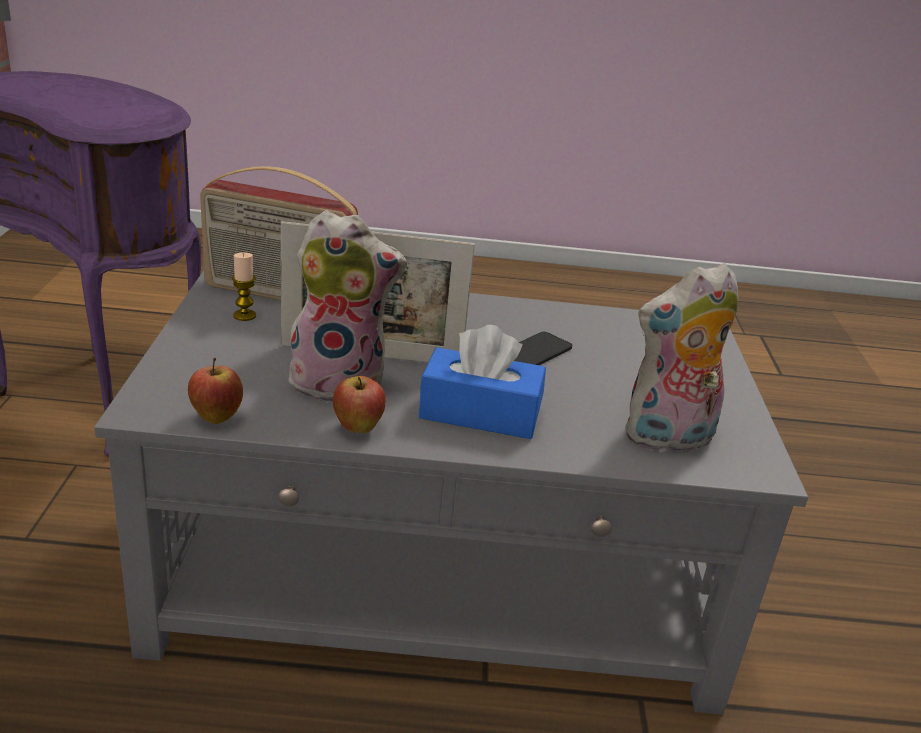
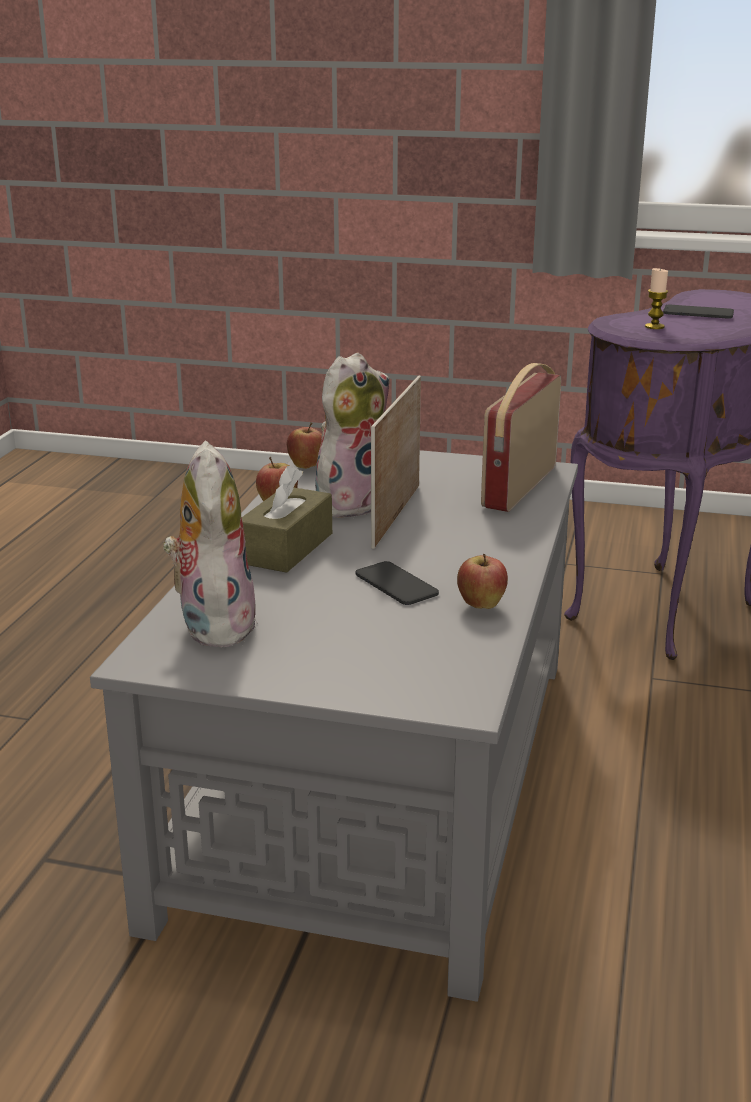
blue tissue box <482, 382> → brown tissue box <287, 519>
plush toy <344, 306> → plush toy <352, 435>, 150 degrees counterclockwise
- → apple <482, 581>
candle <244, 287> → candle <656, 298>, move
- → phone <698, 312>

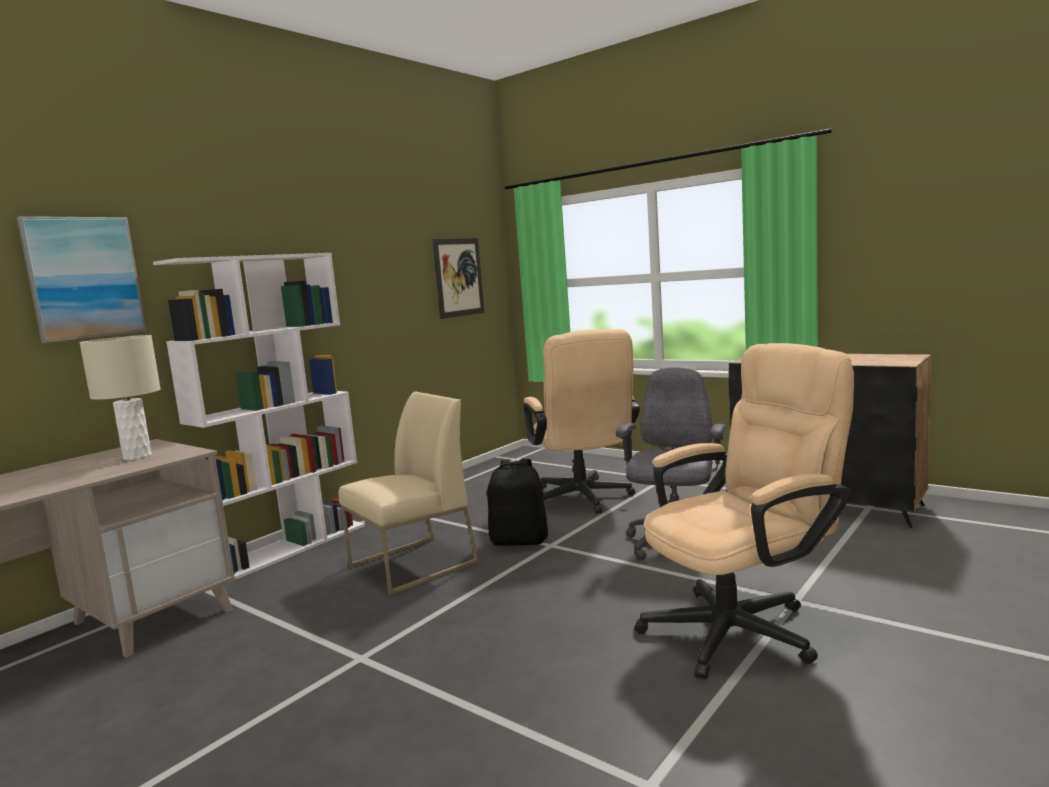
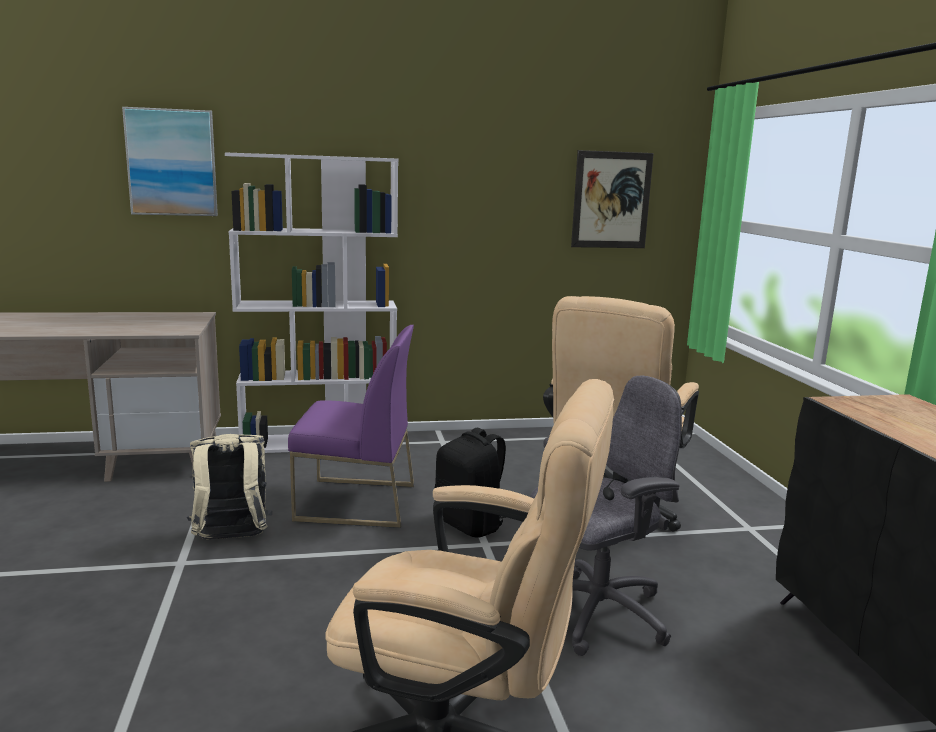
- → beige backpack <229, 487>
beige chair <408, 493> → purple chair <351, 426>
beige table lamp <120, 397> → -

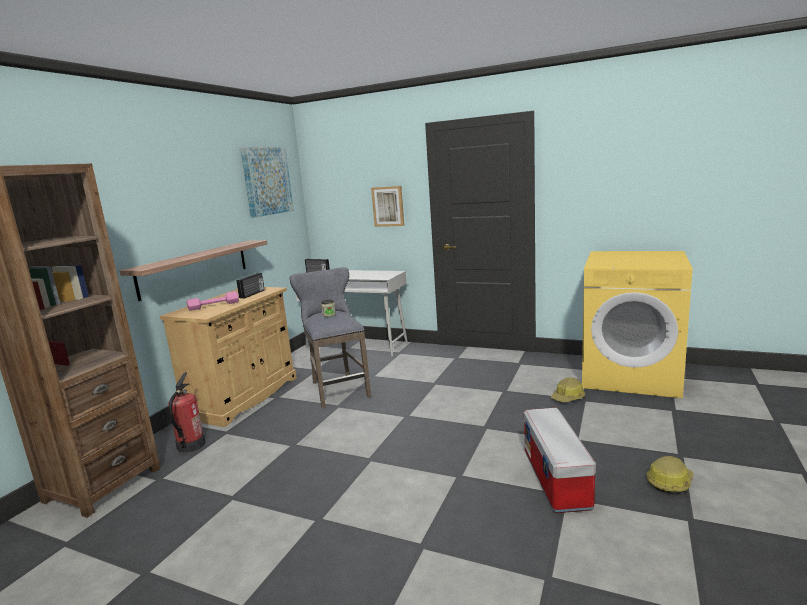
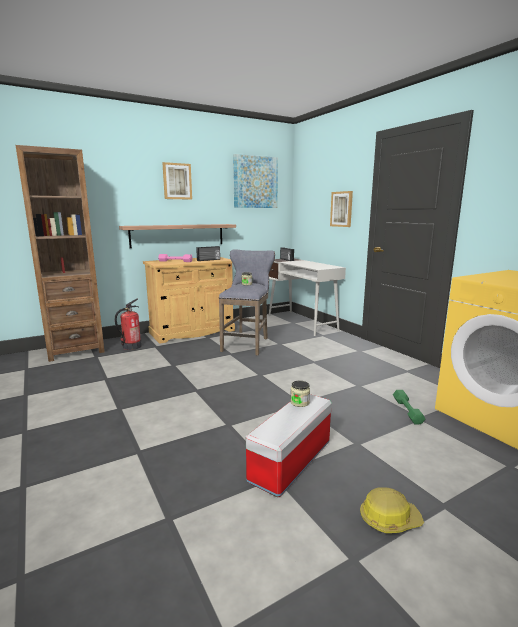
- → picture <177, 181>
- → jar <300, 394>
hard hat <568, 389> → green dumbbell <409, 407>

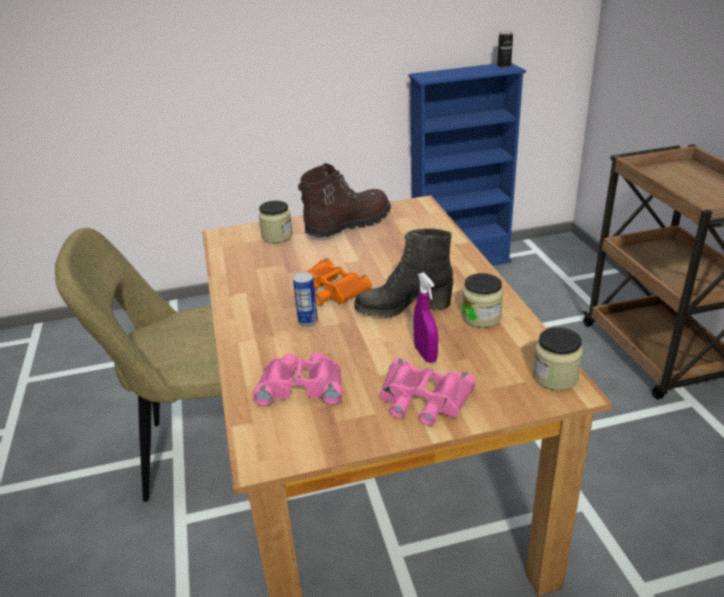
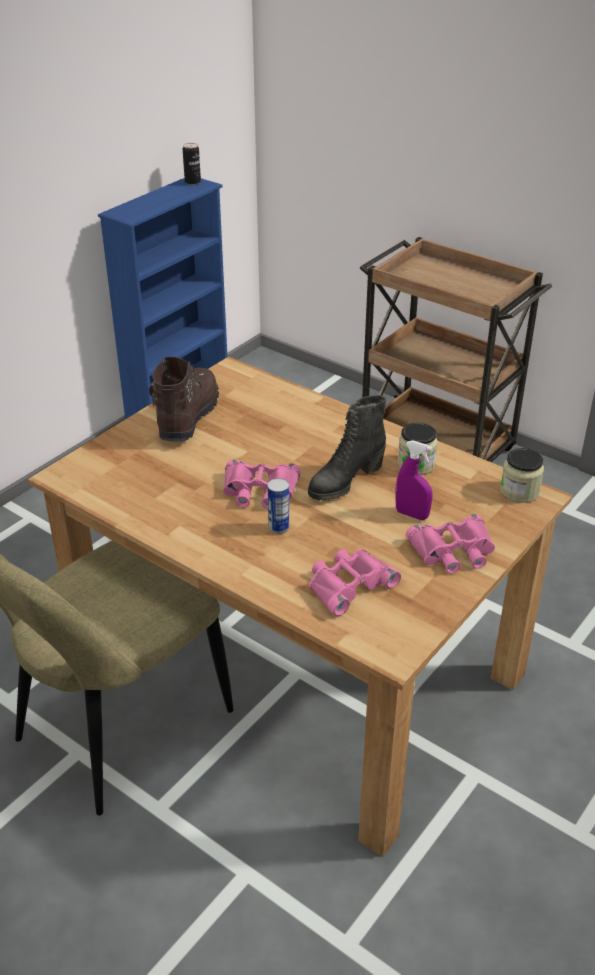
orange binoculars <338, 281> → pink binoculars <262, 484>
jar <276, 222> → -

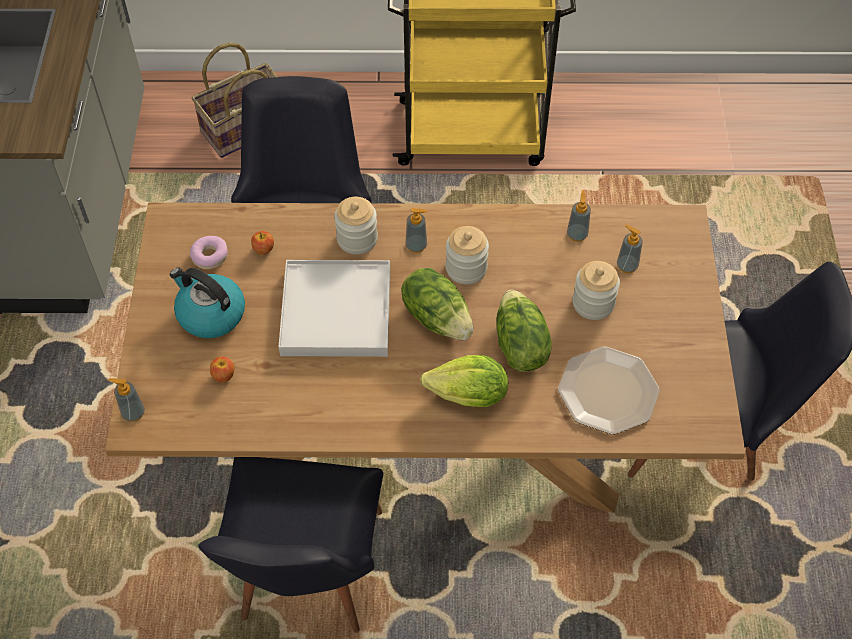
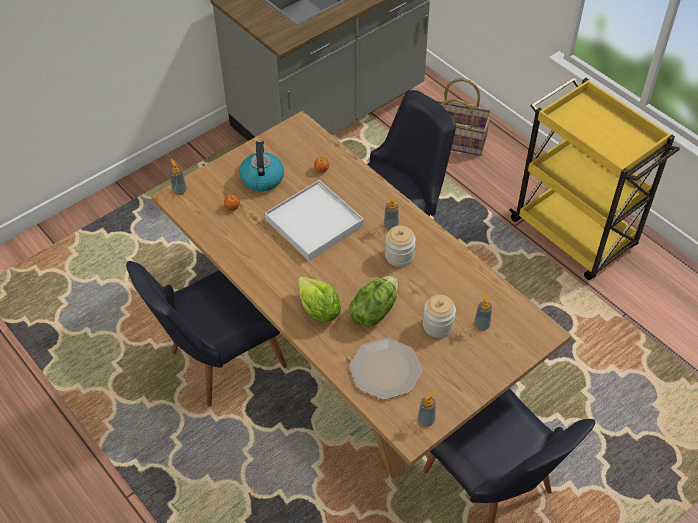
soap dispenser <579, 216> → soap dispenser <427, 409>, move
donut <209, 252> → -
jar <356, 226> → -
lettuce <437, 304> → -

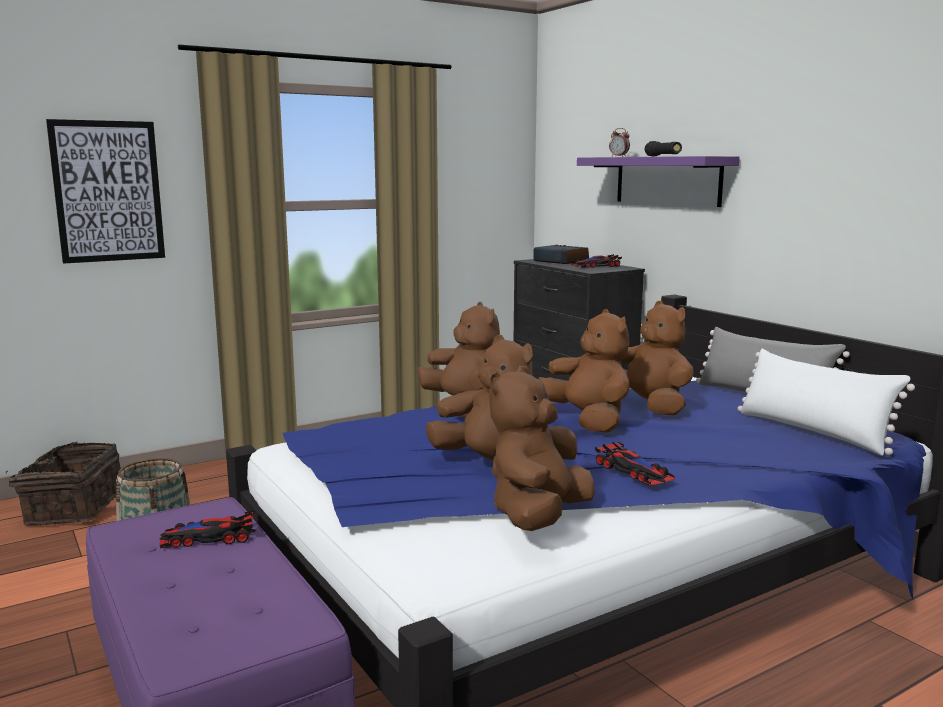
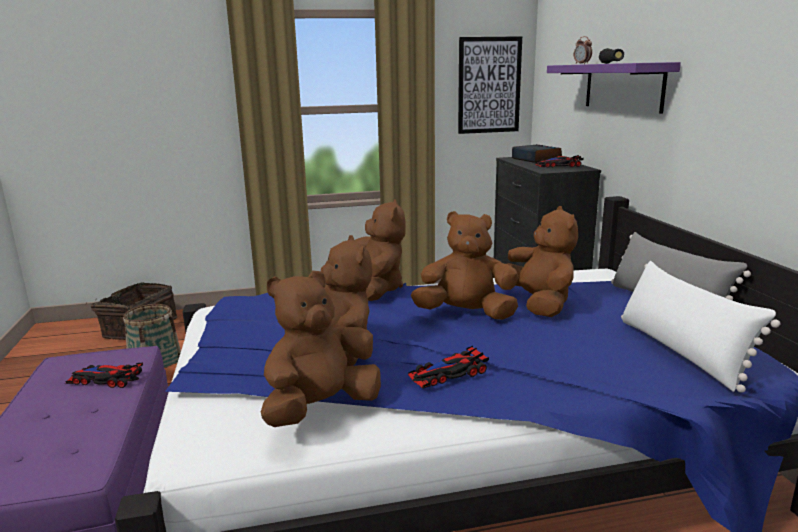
toy car <635, 464> → toy car <448, 367>, 75 degrees clockwise
brown plush toy <583, 371> → brown plush toy <464, 265>, 75 degrees counterclockwise
picture <105, 191> → picture <490, 85>, move

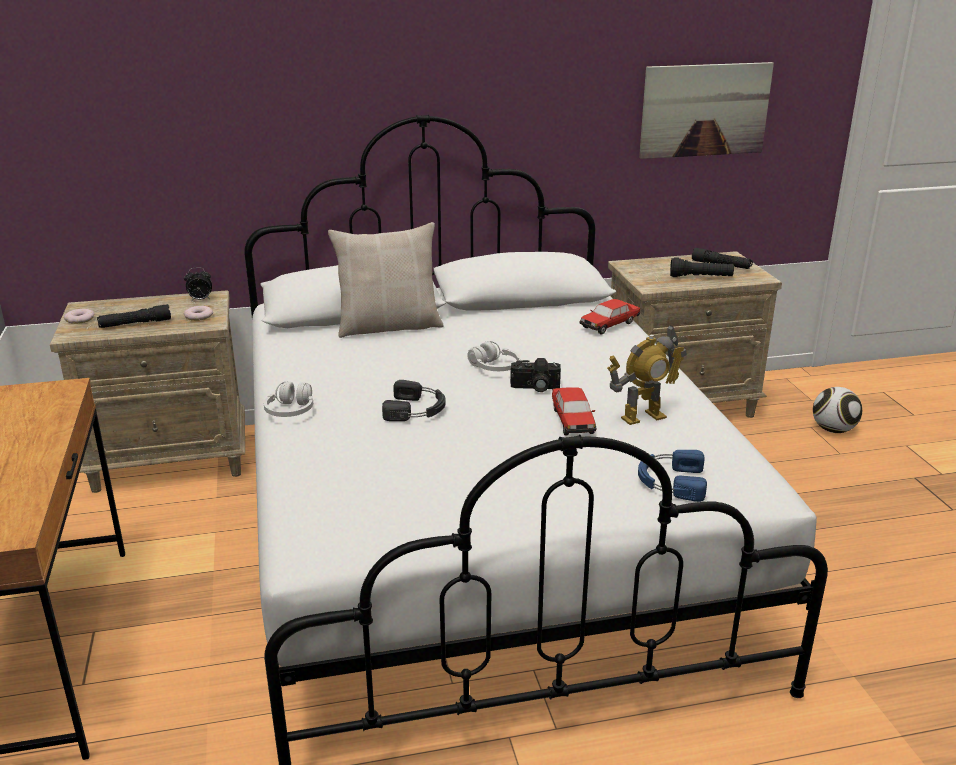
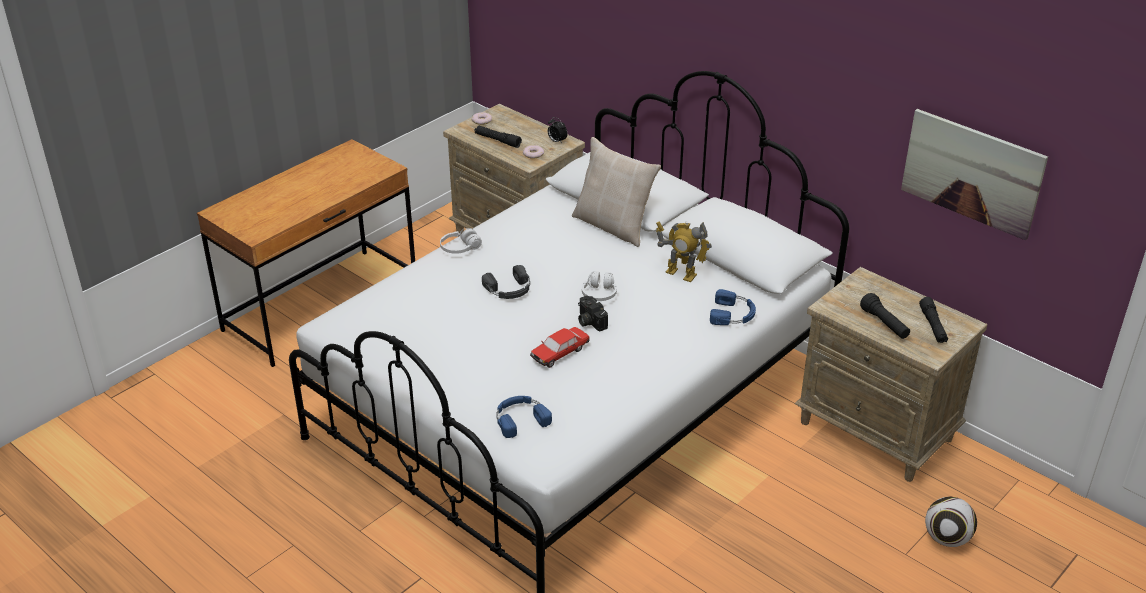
toy robot <647, 375> → toy robot <684, 251>, move
toy car <610, 317> → blue headphones <733, 307>

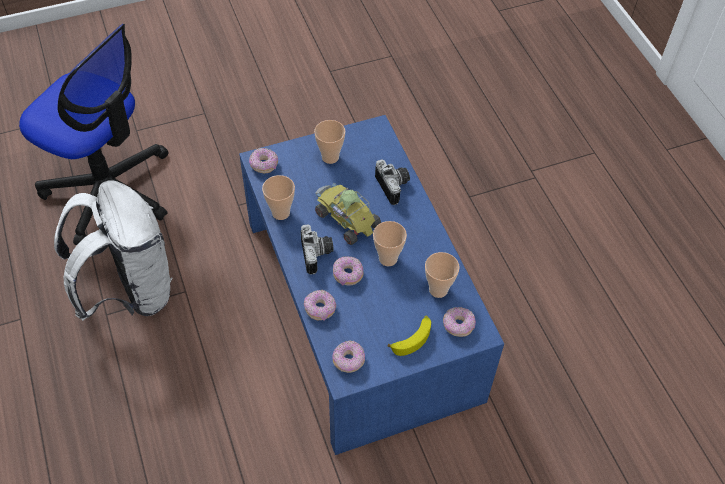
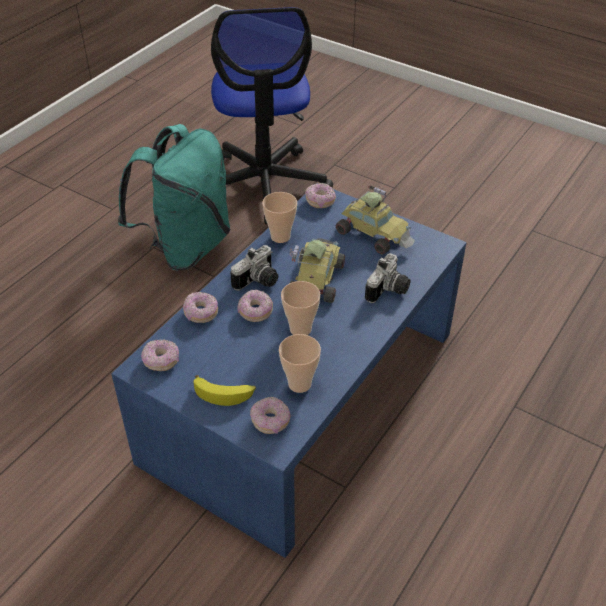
white backpack <113, 250> → turquoise backpack <174, 197>
cup <329, 142> → toy car <375, 220>

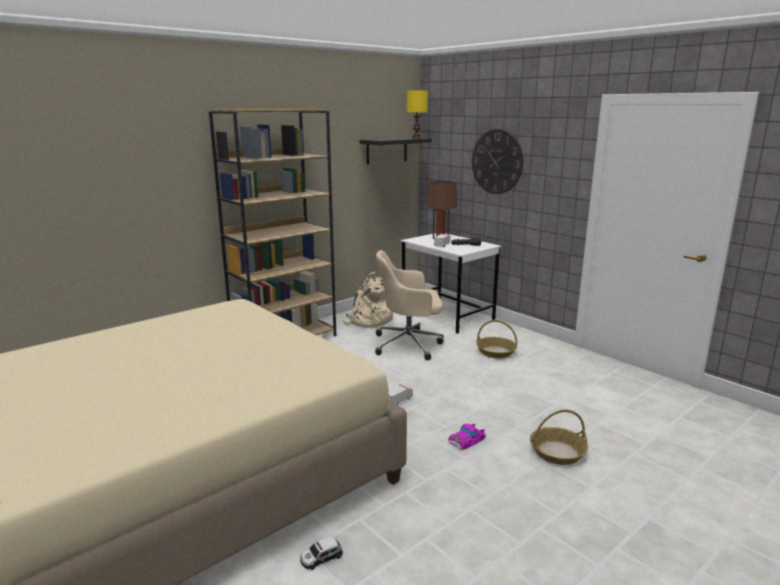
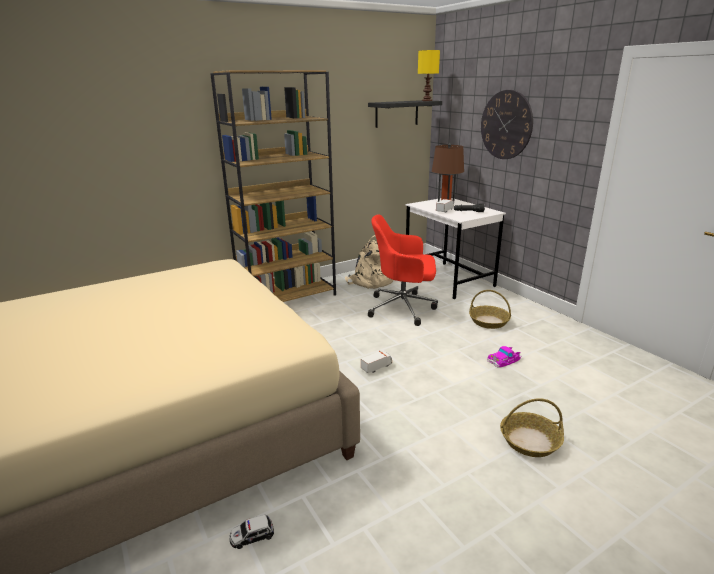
beige office chair <409, 305> → red office chair <403, 270>
toy car <467, 437> → toy car <504, 357>, move

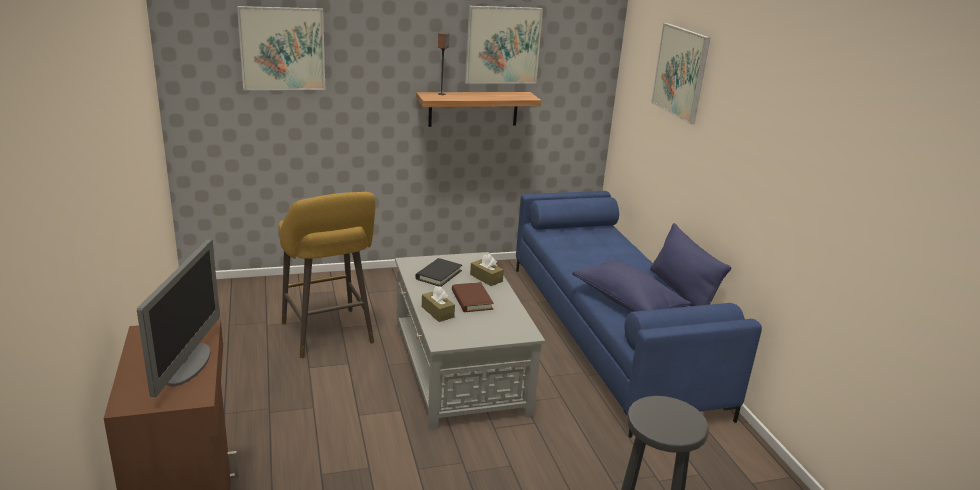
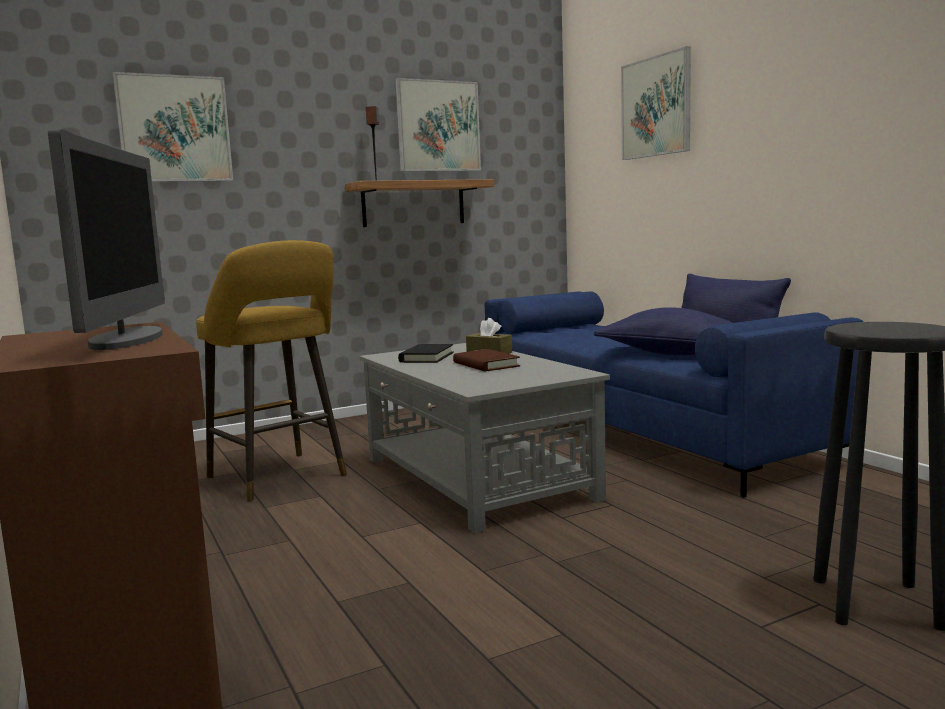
brown tissue box <438, 304> → -

